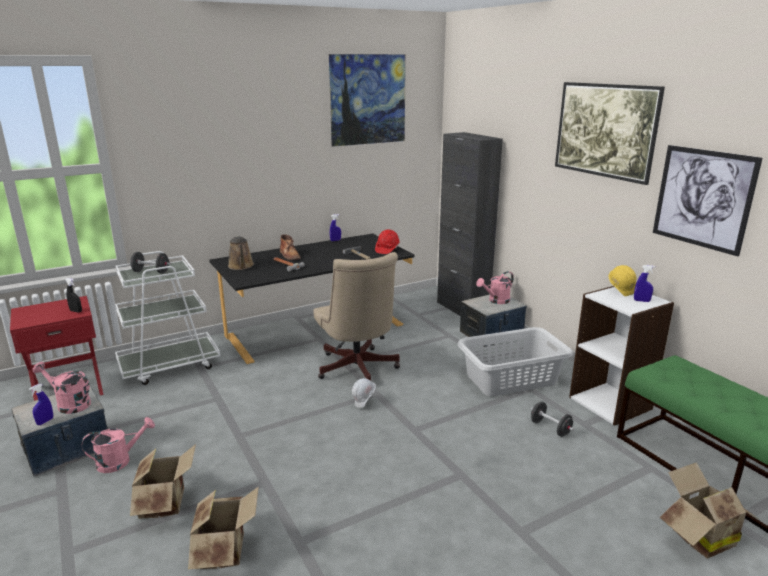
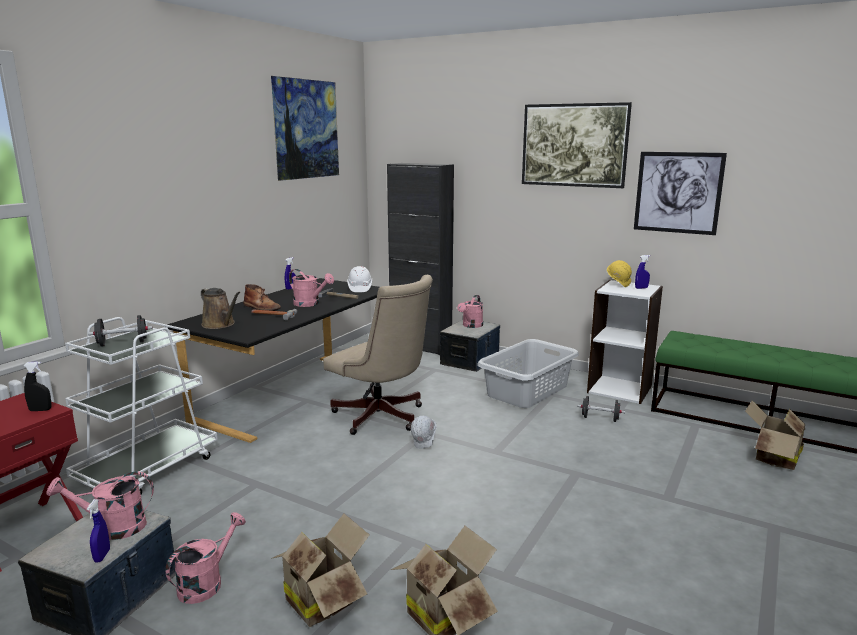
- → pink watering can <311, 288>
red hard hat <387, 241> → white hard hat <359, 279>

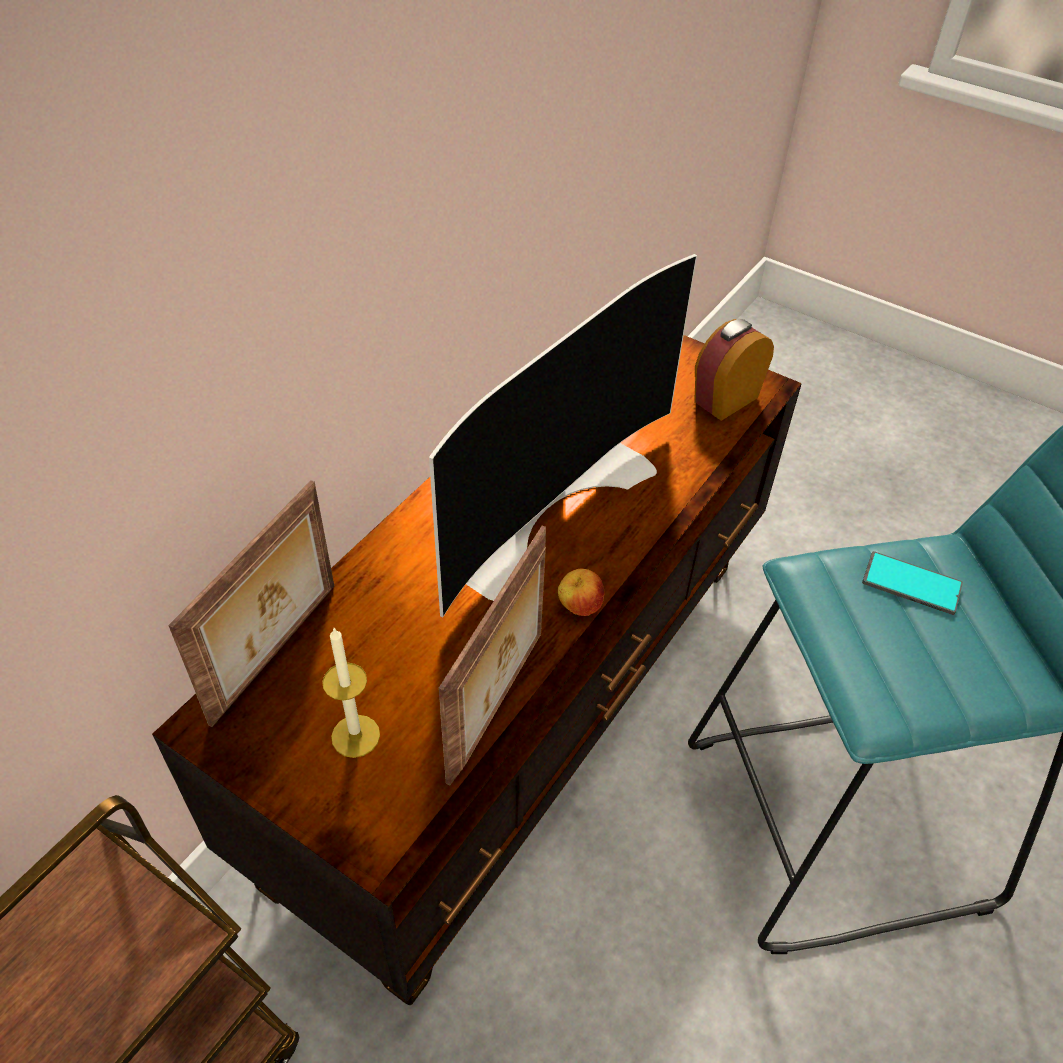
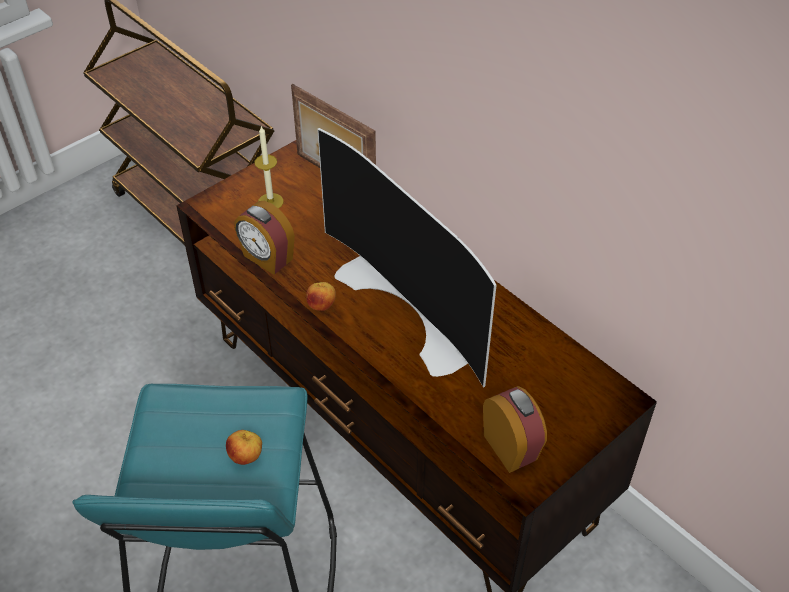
phone <912, 583> → apple <244, 447>
picture frame <492, 655> → alarm clock <264, 238>

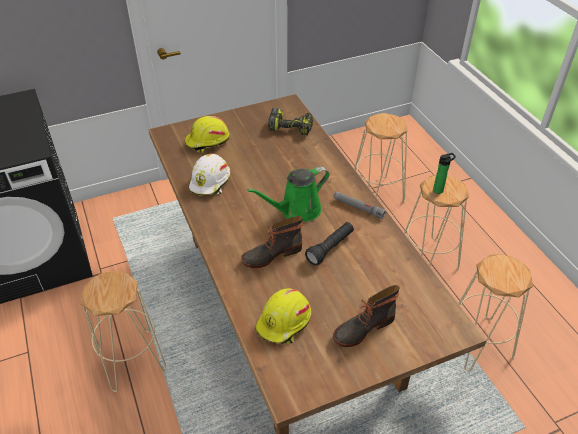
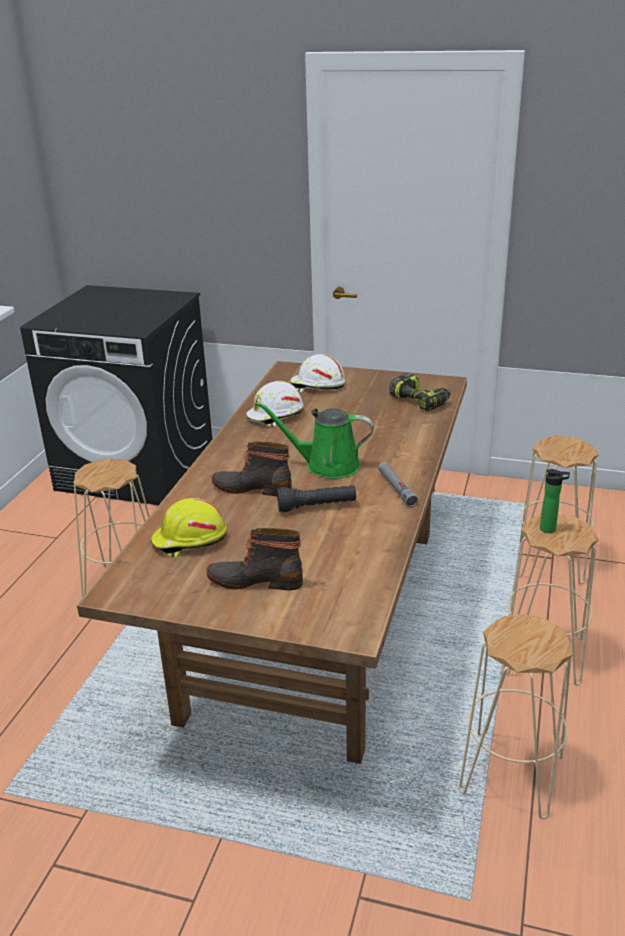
yellow hard hat <207, 134> → white hard hat <317, 373>

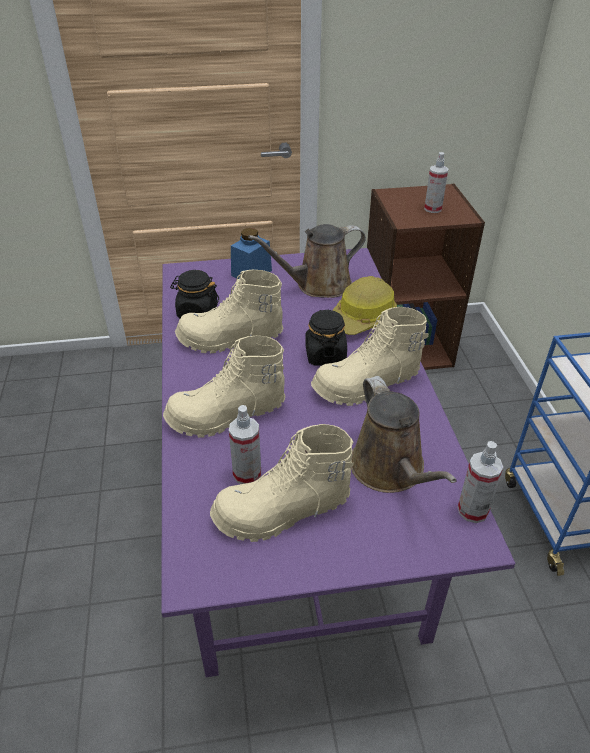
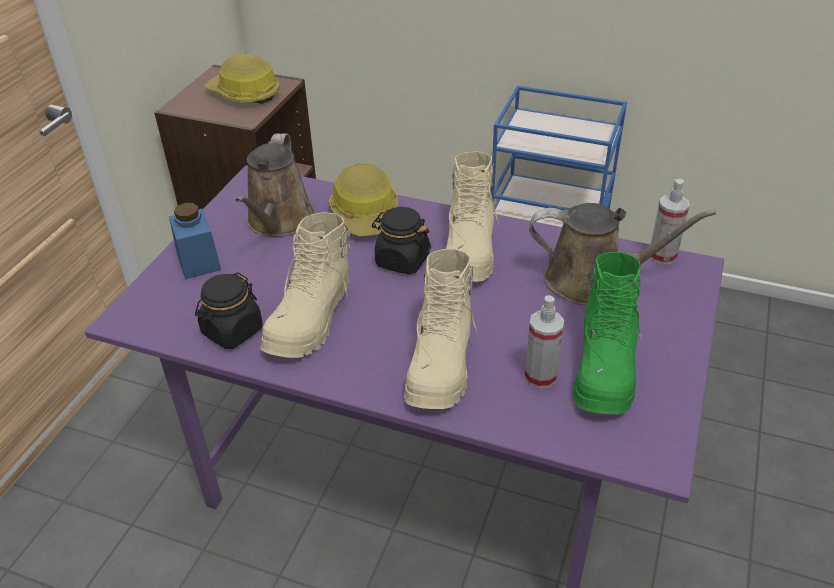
spray bottle <436, 182> → hard hat <242, 79>
beige boot <282, 483> → green boot <607, 333>

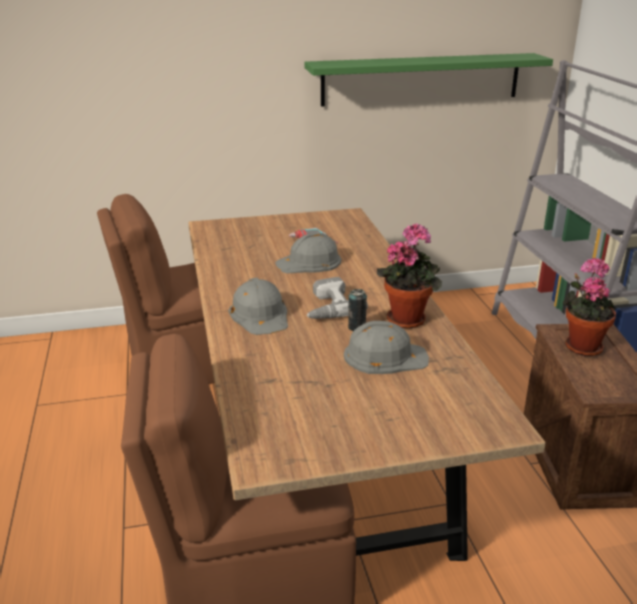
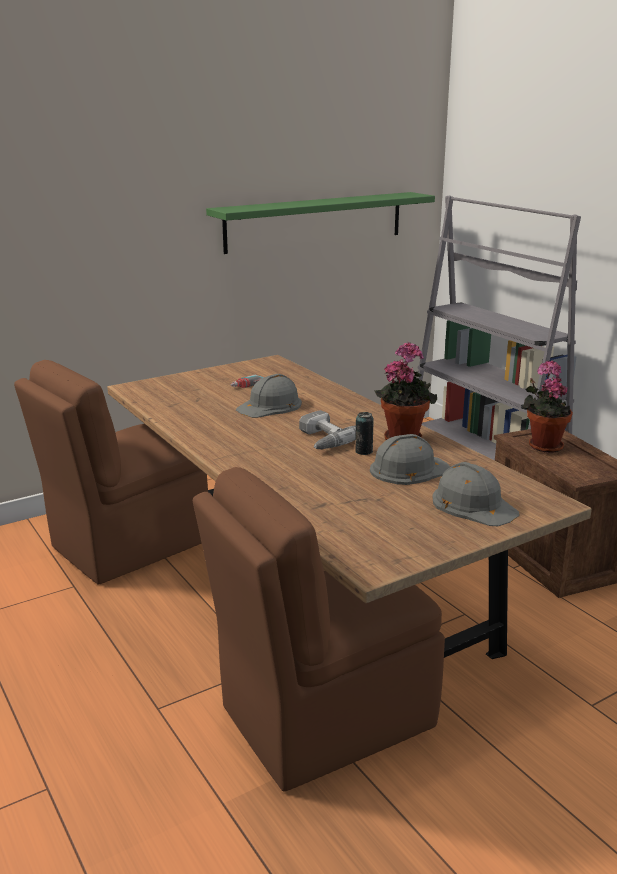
grey hard hat <258, 306> → grey hard hat <476, 494>, move

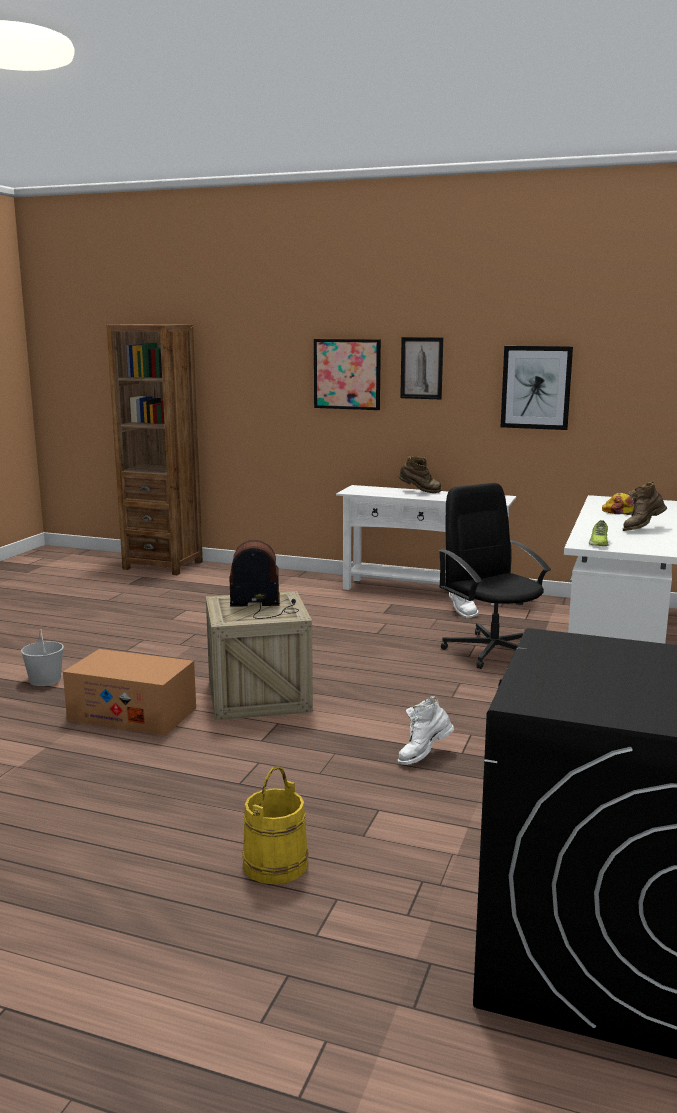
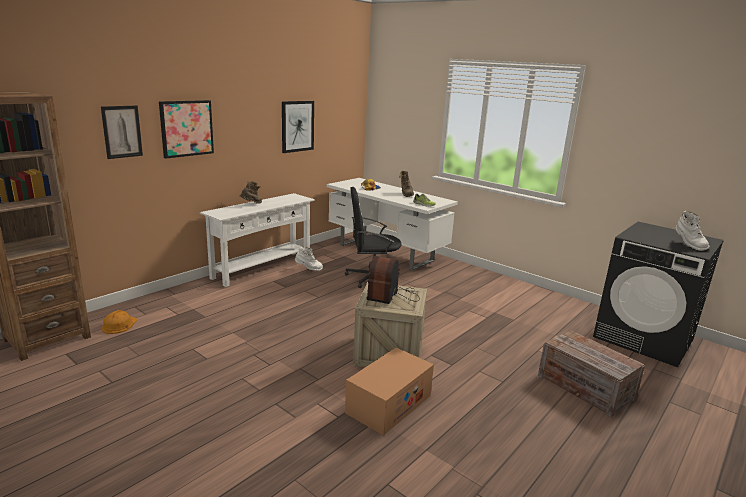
picture <421, 368> → picture <122, 132>, move
- → orange hard hat <119, 322>
yellow bucket <275, 825> → crate <591, 373>
white boot <426, 730> → white boot <692, 231>, move
white bucket <42, 657> → -

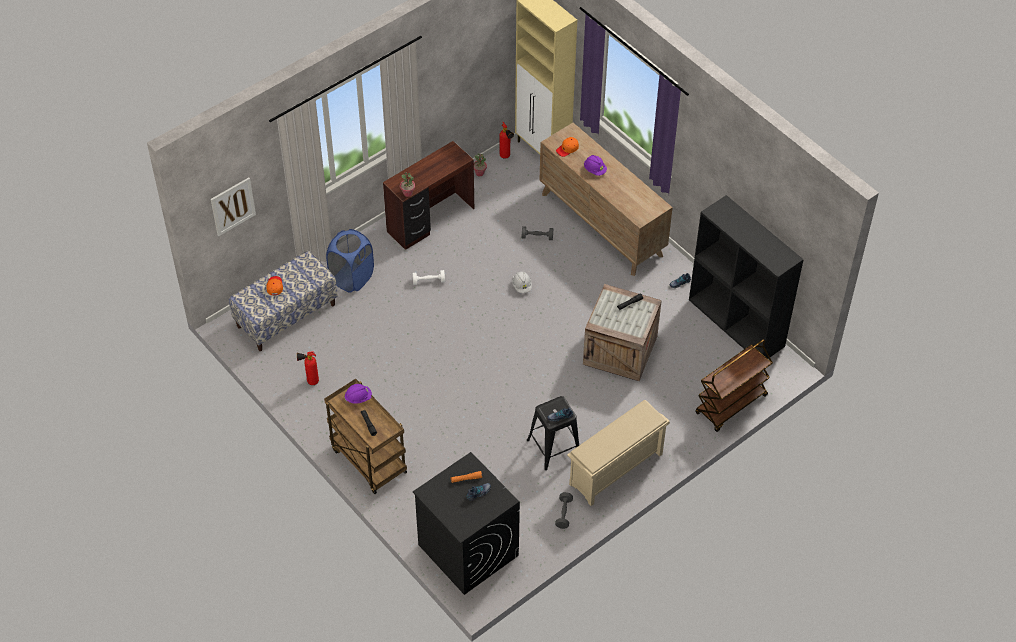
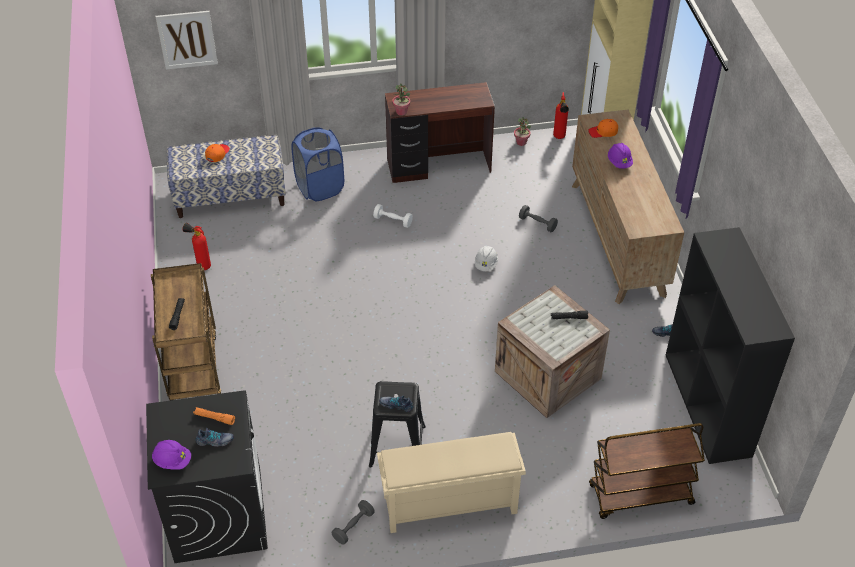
purple hard hat <358, 394> → purple hard hat <171, 454>, move

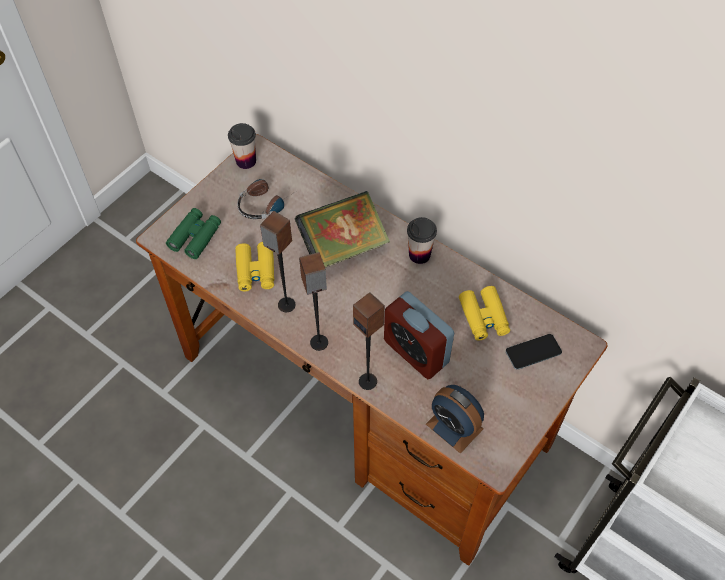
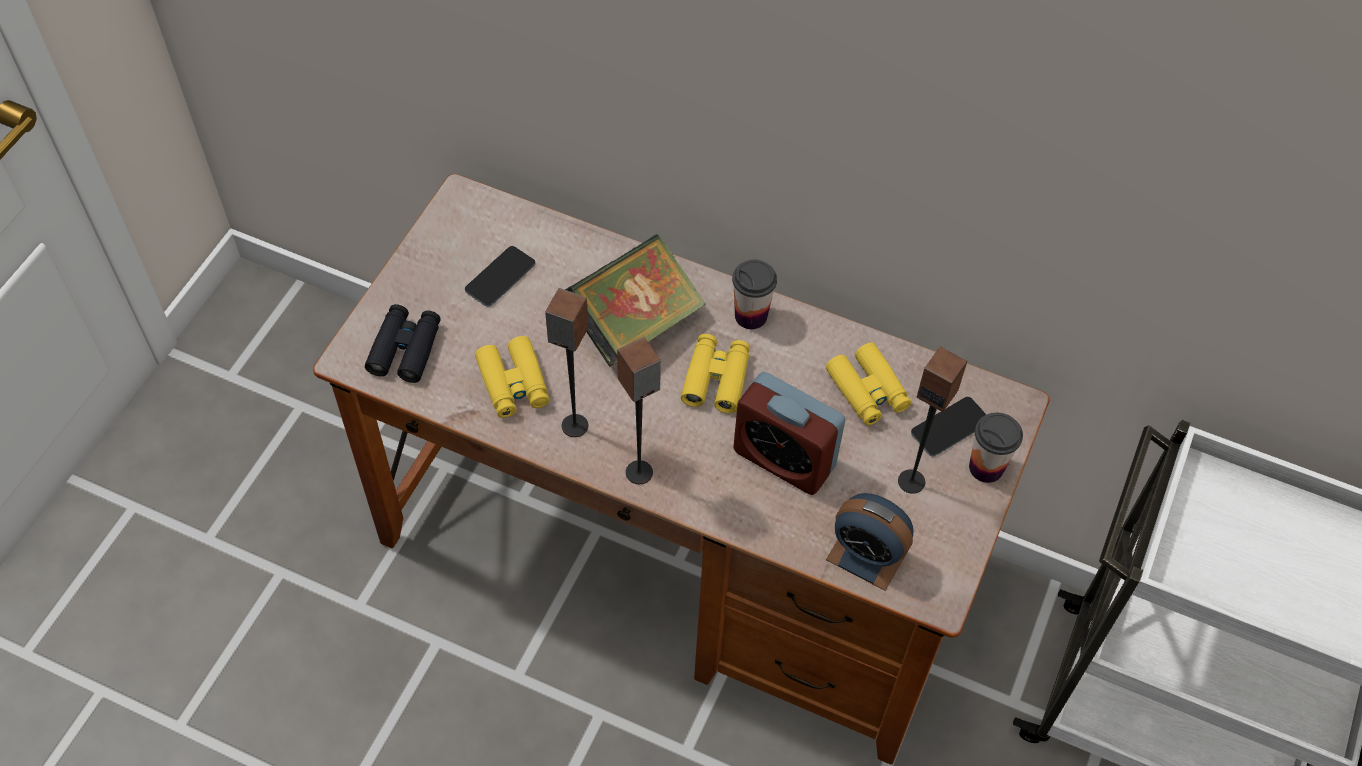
green binoculars <193, 233> → black binoculars <403, 343>
headphones <267, 199> → phone <500, 276>
- → yellow binoculars <715, 373>
speaker <369, 341> → speaker <933, 420>, move
cup <242, 146> → cup <996, 448>, move

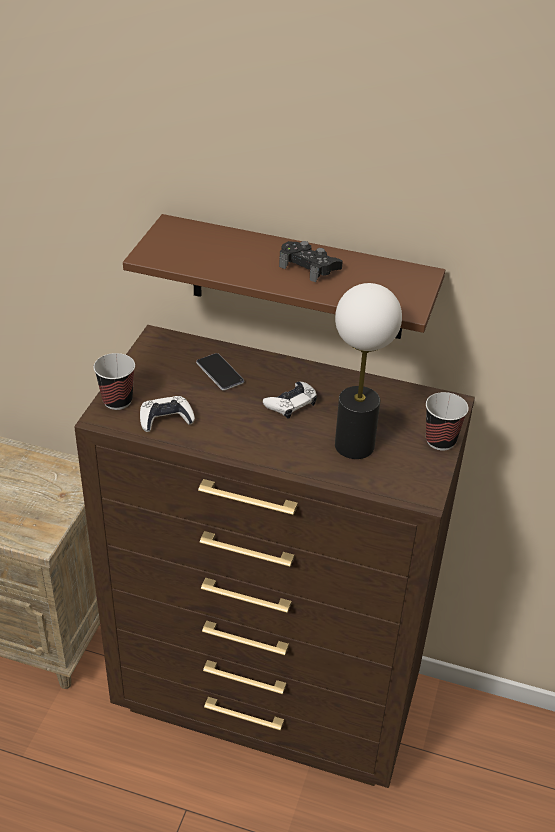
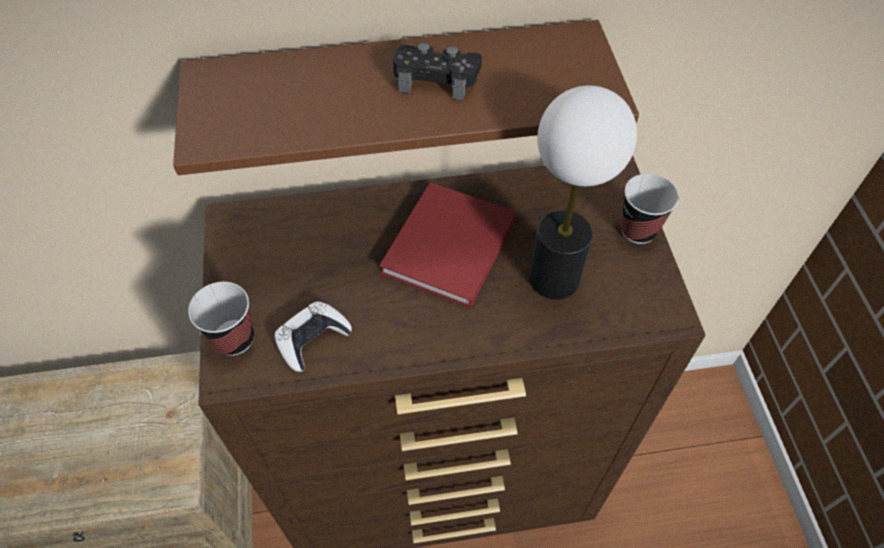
white game controller <290, 400> → red book <447, 245>
phone <220, 372> → -

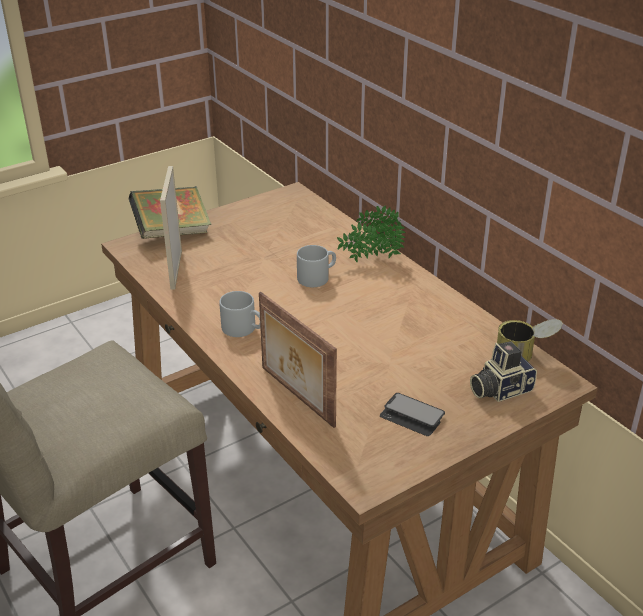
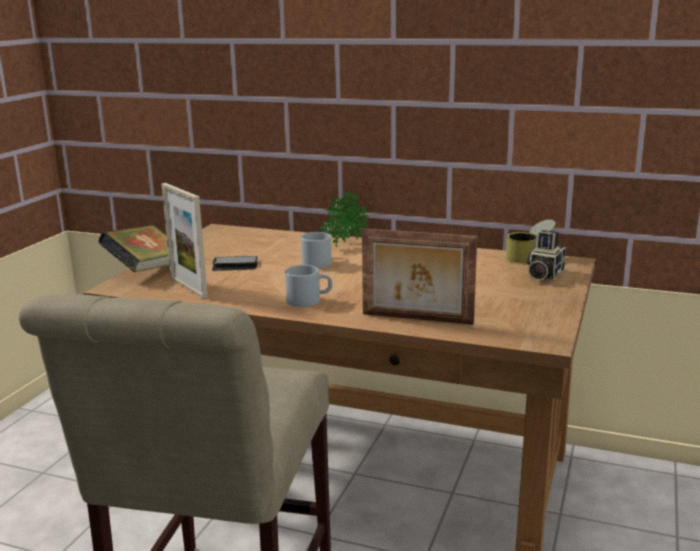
phone <412, 414> → phone <235, 263>, move

